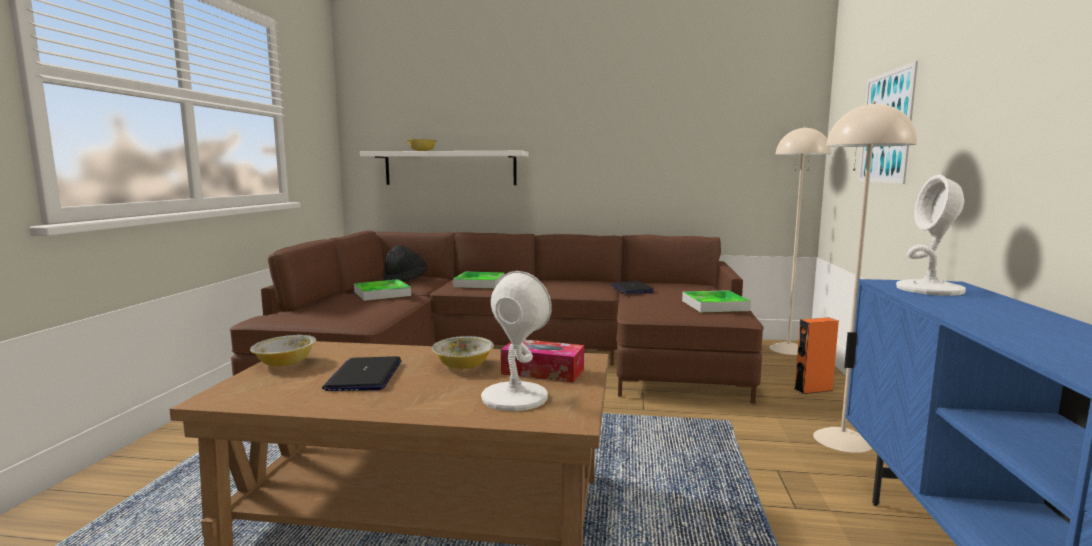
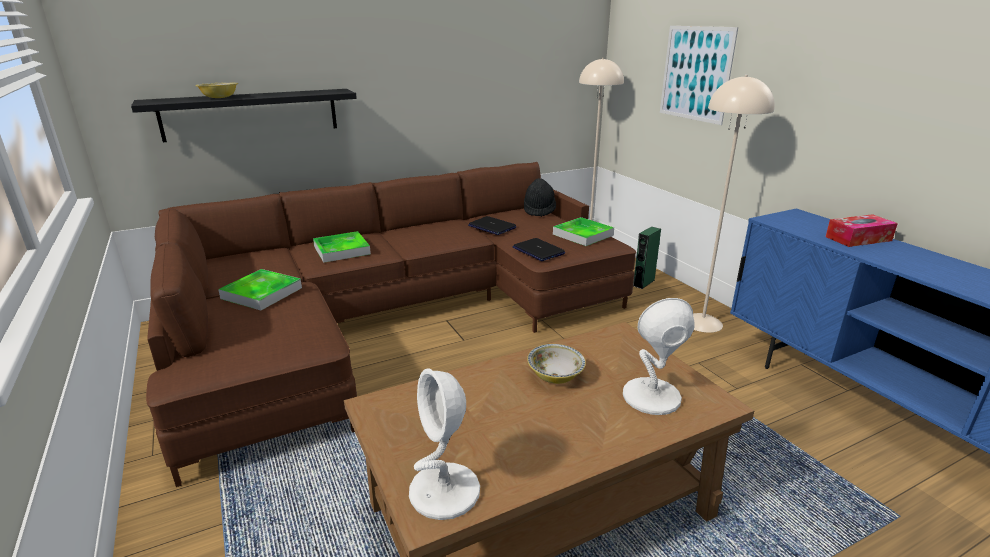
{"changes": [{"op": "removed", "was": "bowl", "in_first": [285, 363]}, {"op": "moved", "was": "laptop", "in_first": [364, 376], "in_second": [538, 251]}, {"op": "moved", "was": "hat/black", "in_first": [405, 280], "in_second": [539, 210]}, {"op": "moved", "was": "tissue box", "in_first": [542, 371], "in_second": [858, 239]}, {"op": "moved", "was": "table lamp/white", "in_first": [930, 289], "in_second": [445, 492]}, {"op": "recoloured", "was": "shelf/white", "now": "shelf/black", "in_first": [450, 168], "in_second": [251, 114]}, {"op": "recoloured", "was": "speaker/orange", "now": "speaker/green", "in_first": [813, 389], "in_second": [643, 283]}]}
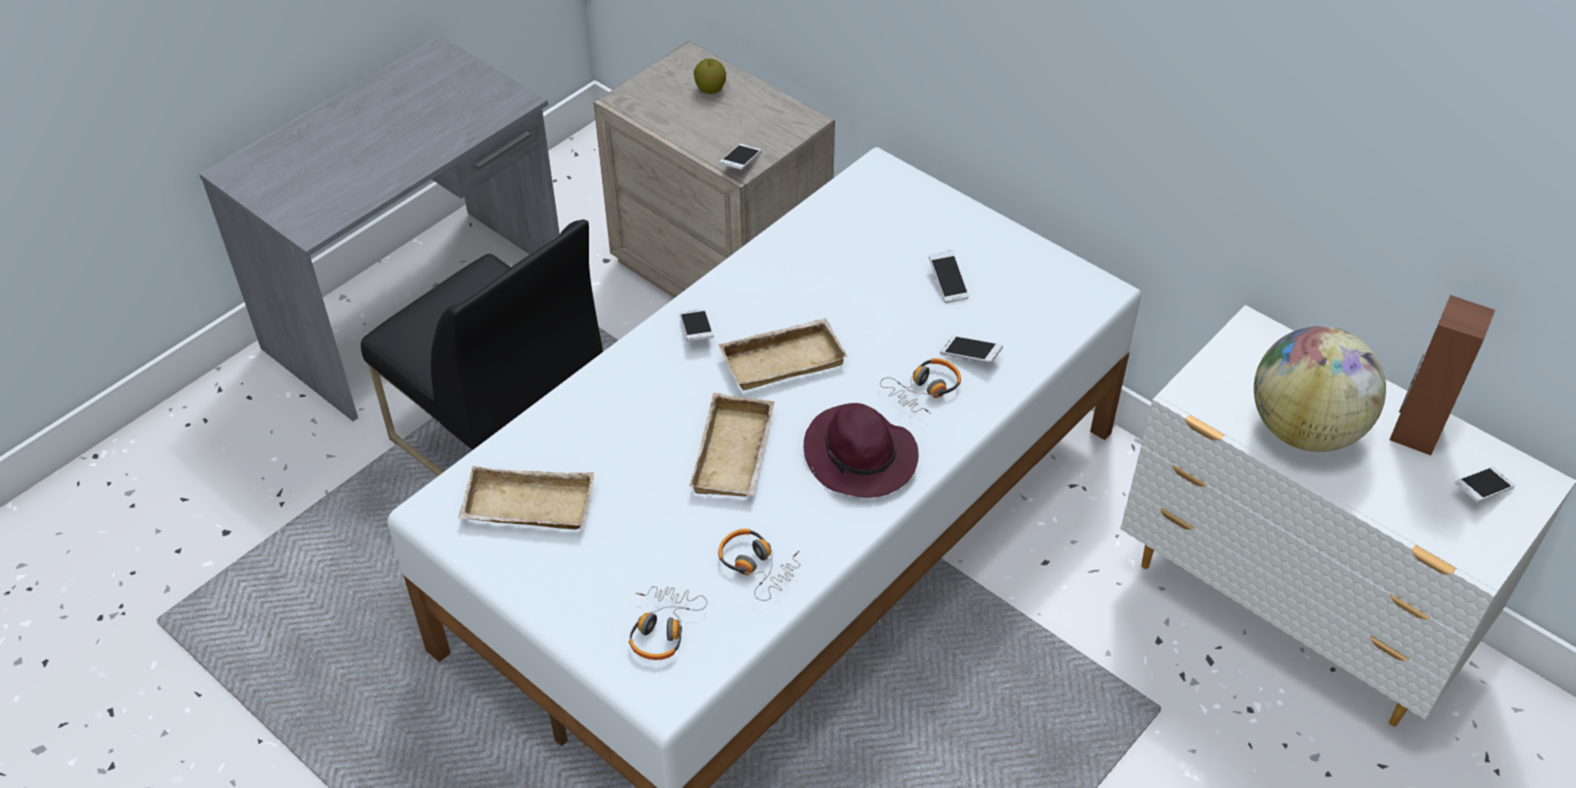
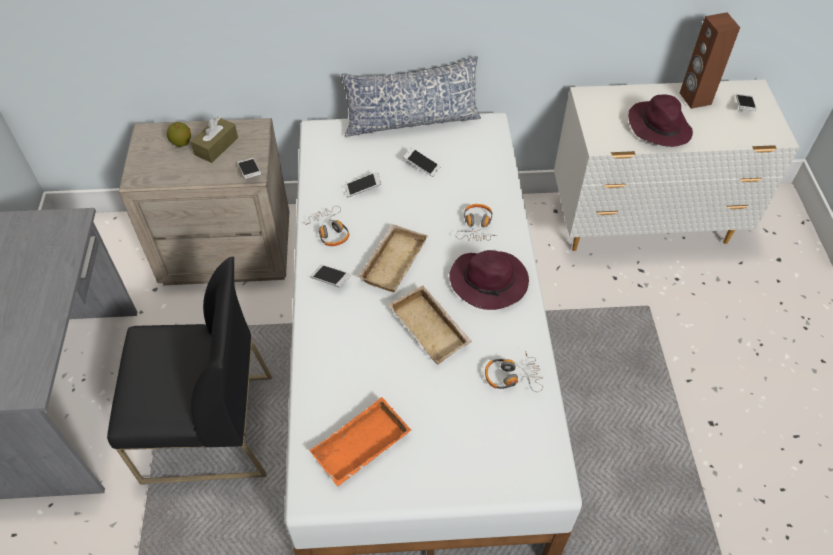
{"changes": [{"op": "added", "now": "tissue box/brown", "in_second": [216, 146]}, {"op": "added", "now": "pillow", "in_second": [411, 121]}, {"op": "moved", "was": "headphones", "in_first": [662, 628], "in_second": [330, 231]}, {"op": "moved", "was": "phone", "in_first": [970, 355], "in_second": [362, 188]}, {"op": "replaced", "was": "globe", "now": "hat/purple", "in_first": [1304, 429], "in_second": [658, 126]}, {"op": "recoloured", "was": "tray/beige", "now": "tray/orange", "in_first": [526, 508], "in_second": [361, 448]}]}
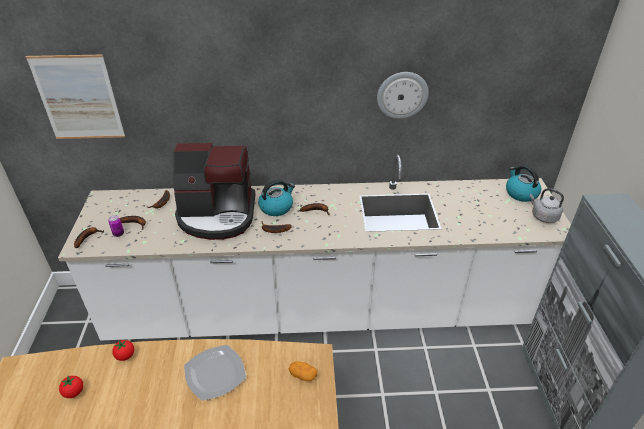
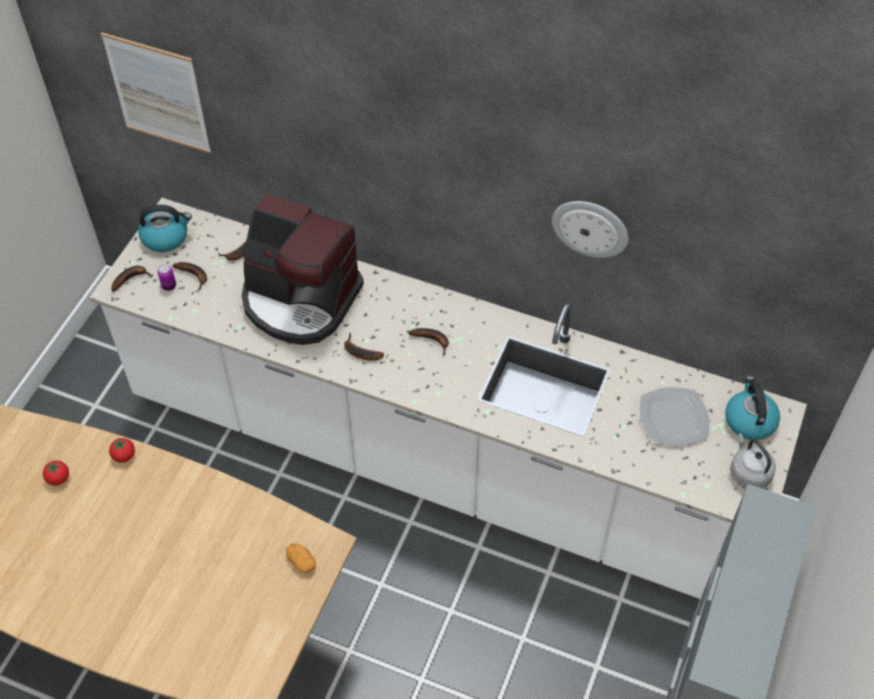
{"changes": [{"op": "moved", "was": "plate", "in_first": [215, 374], "in_second": [673, 418]}, {"op": "moved", "was": "kettle", "in_first": [276, 207], "in_second": [166, 237]}]}
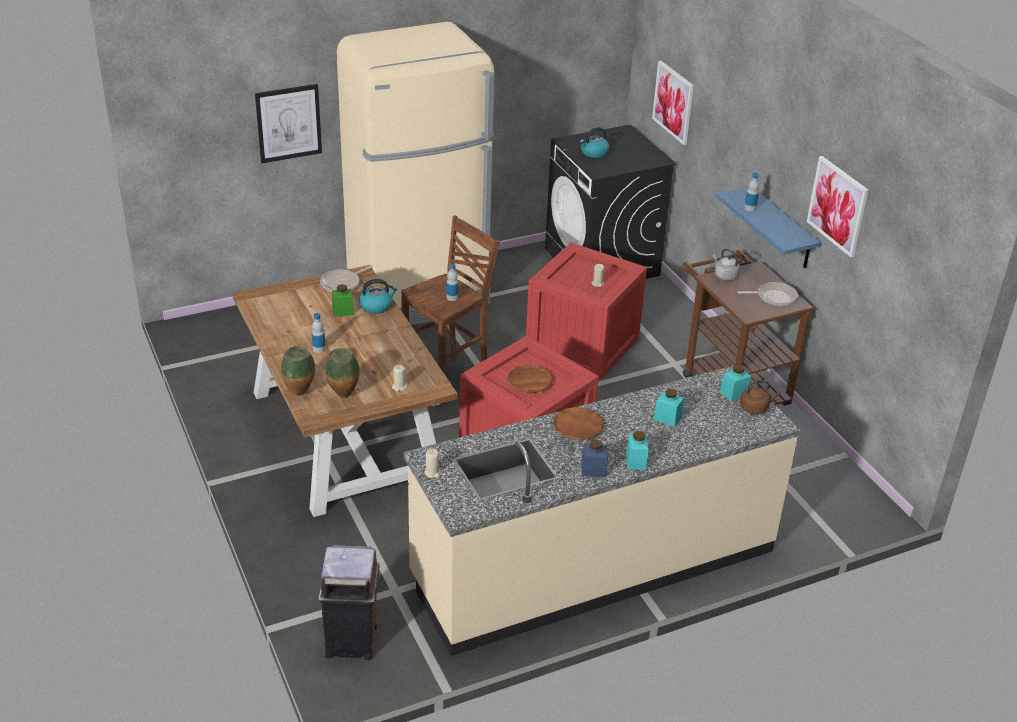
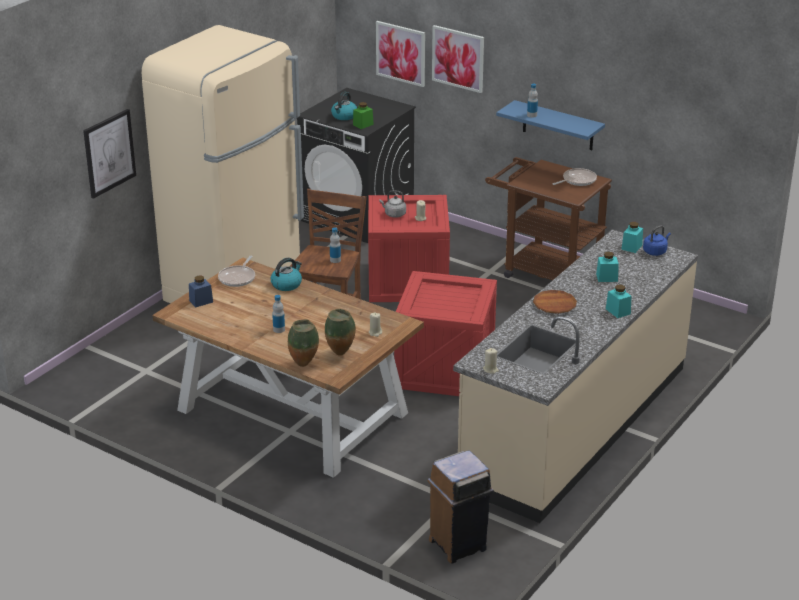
{"changes": [{"op": "removed", "was": "plate/brown", "in_first": [529, 382]}, {"op": "moved", "was": "jar/green", "in_first": [343, 311], "in_second": [363, 124]}, {"op": "moved", "was": "jar/blue", "in_first": [593, 470], "in_second": [201, 301]}, {"op": "moved", "was": "kettle/grey", "in_first": [724, 276], "in_second": [394, 214]}, {"op": "moved", "was": "picture", "in_first": [838, 206], "in_second": [458, 58]}, {"op": "recoloured", "was": "kettle/brown", "now": "kettle/blue", "in_first": [755, 408], "in_second": [655, 251]}]}
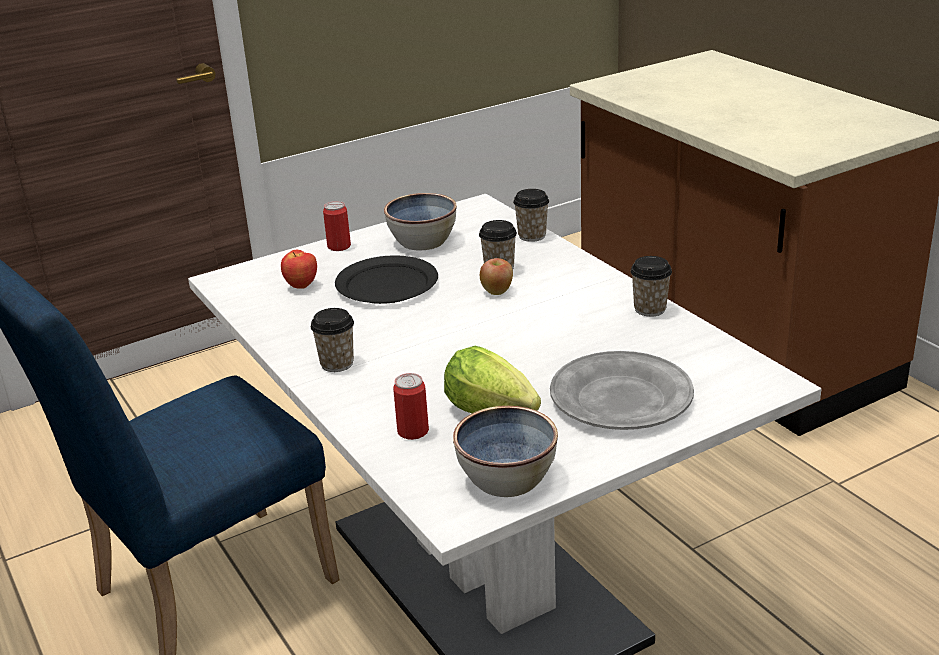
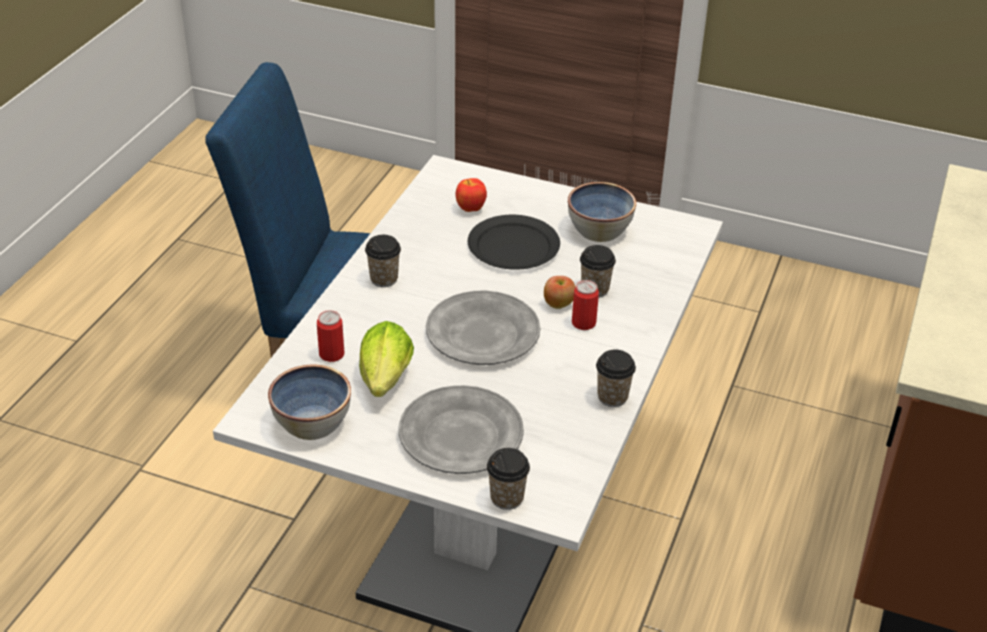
{"changes": [{"op": "added", "now": "plate/grey", "in_second": [483, 333]}, {"op": "moved", "was": "can", "in_first": [339, 246], "in_second": [583, 323]}, {"op": "moved", "was": "cup", "in_first": [532, 236], "in_second": [507, 498]}]}
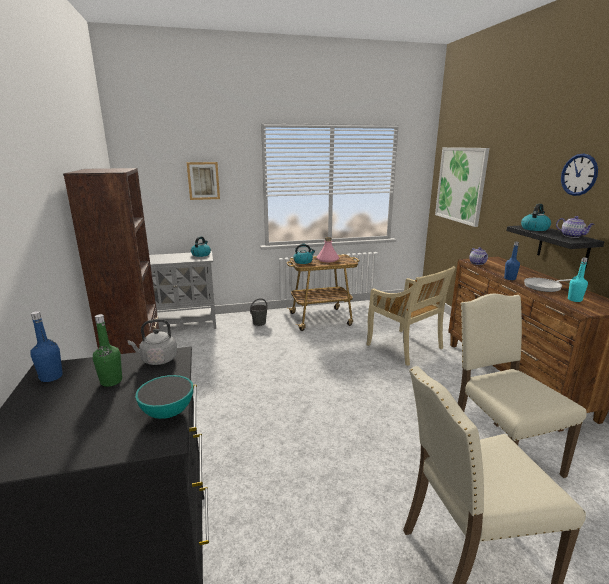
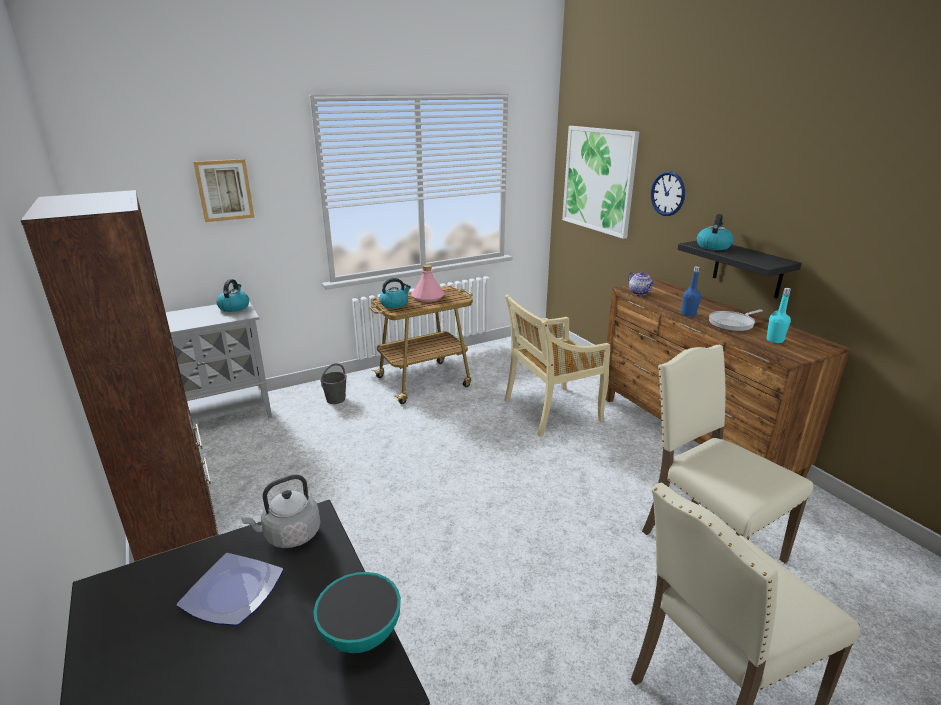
{"changes": [{"op": "removed", "was": "bottle/blue", "in_first": [51, 377]}, {"op": "removed", "was": "teapot", "in_first": [572, 236]}, {"op": "moved", "was": "wall clock", "in_first": [579, 174], "in_second": [668, 193]}, {"op": "replaced", "was": "bottle/green", "now": "plate", "in_first": [111, 381], "in_second": [235, 592]}, {"op": "turned", "was": "chair/beige", "in_first": [405, 347], "in_second": [550, 411], "clockwise": 120}]}
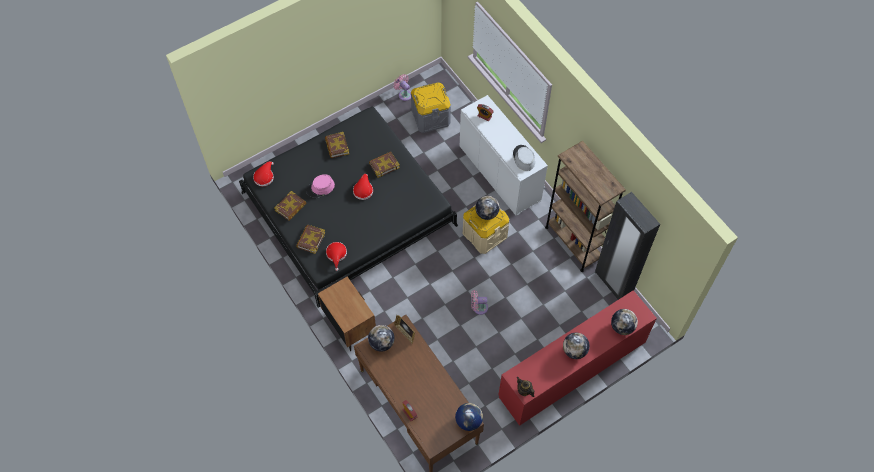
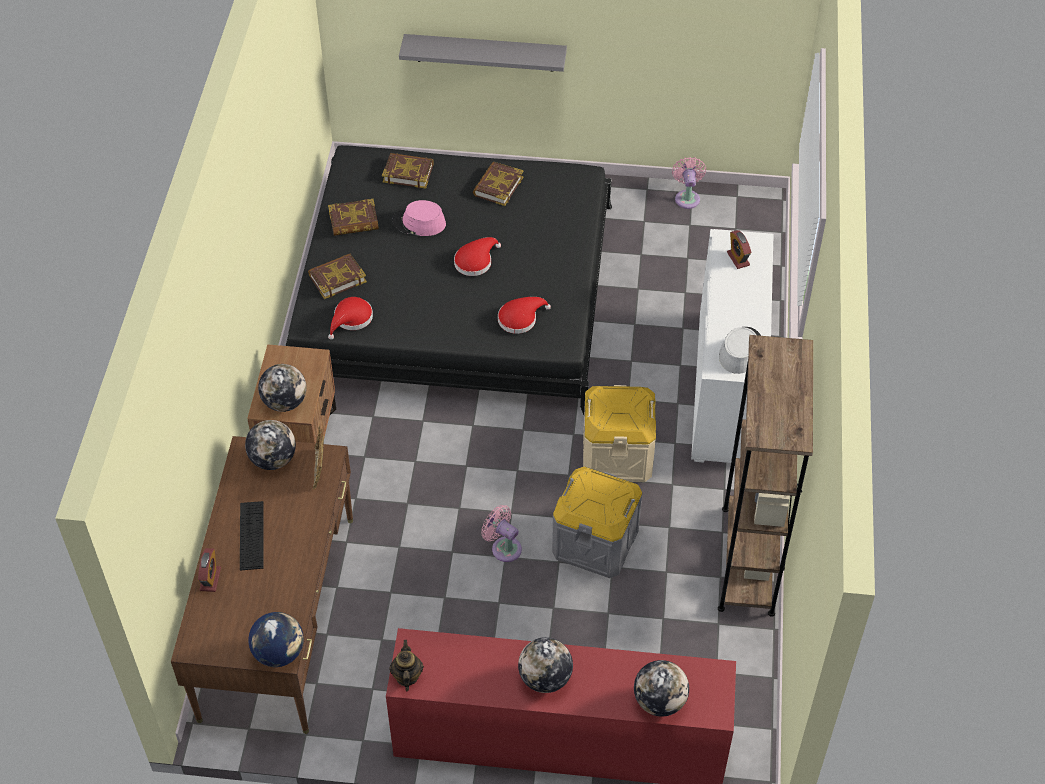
{"changes": [{"op": "removed", "was": "wardrobe/black", "in_first": [613, 283]}, {"op": "added", "now": "keyboard", "in_second": [251, 535]}, {"op": "added", "now": "shelf/grey", "in_second": [485, 52]}, {"op": "moved", "was": "hat/red", "in_first": [264, 176], "in_second": [520, 318]}, {"op": "moved", "was": "book", "in_first": [384, 165], "in_second": [408, 173]}, {"op": "moved", "was": "storage box/grey", "in_first": [430, 117], "in_second": [595, 542]}, {"op": "moved", "was": "globe", "in_first": [486, 213], "in_second": [285, 402]}]}
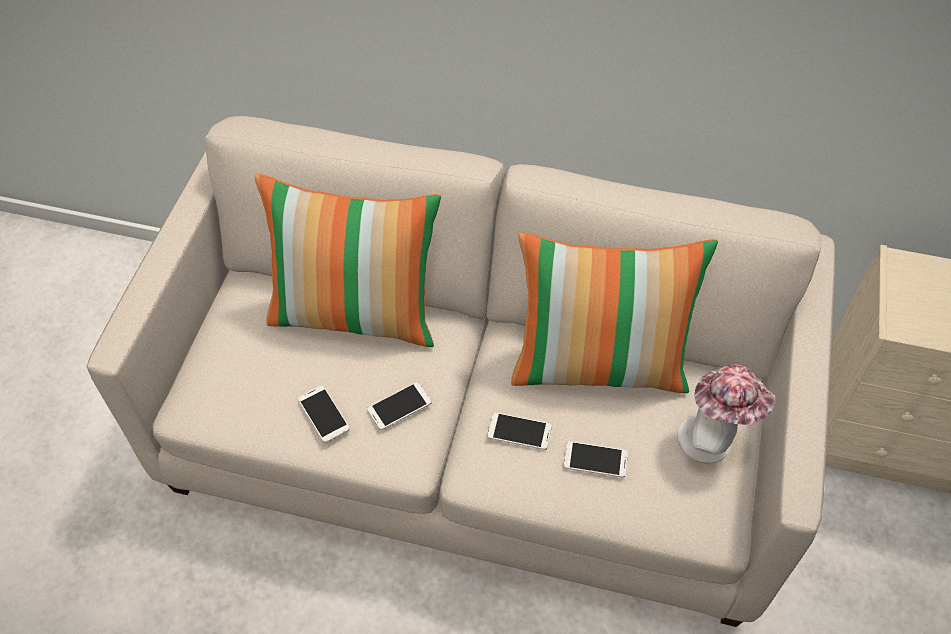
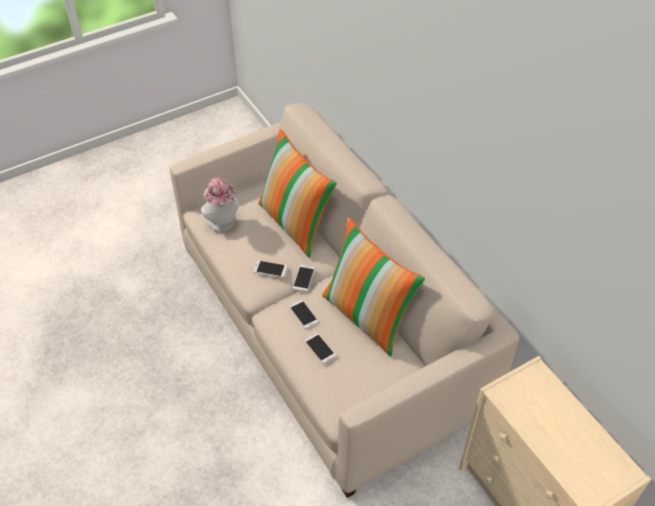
{"changes": [{"op": "moved", "was": "phone", "in_first": [323, 414], "in_second": [303, 278]}, {"op": "moved", "was": "hat", "in_first": [712, 441], "in_second": [223, 224]}]}
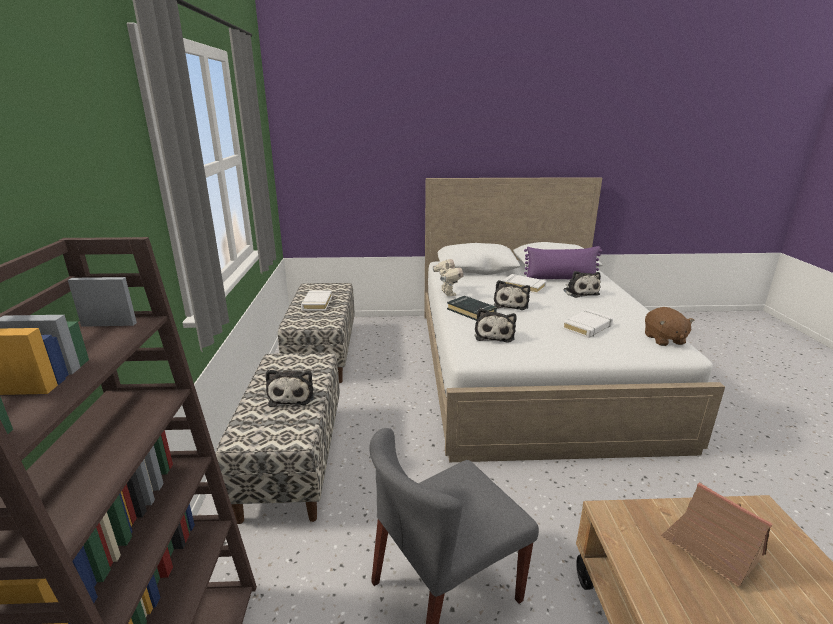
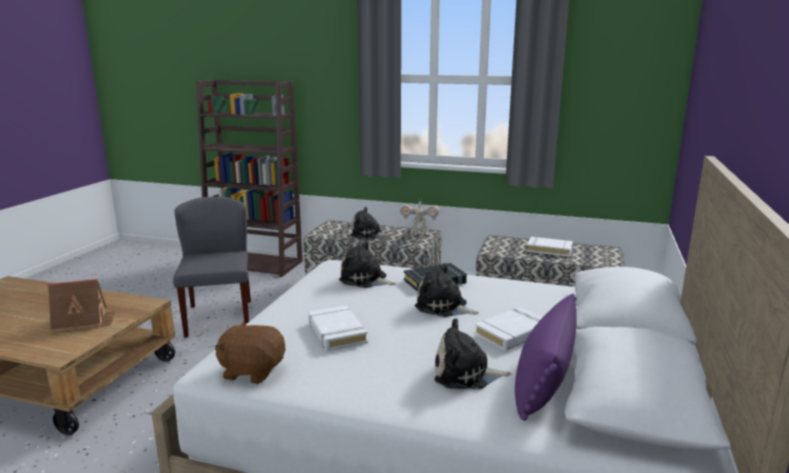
{"changes": [{"op": "moved", "was": "toy robot", "in_first": [447, 294], "in_second": [419, 234]}]}
